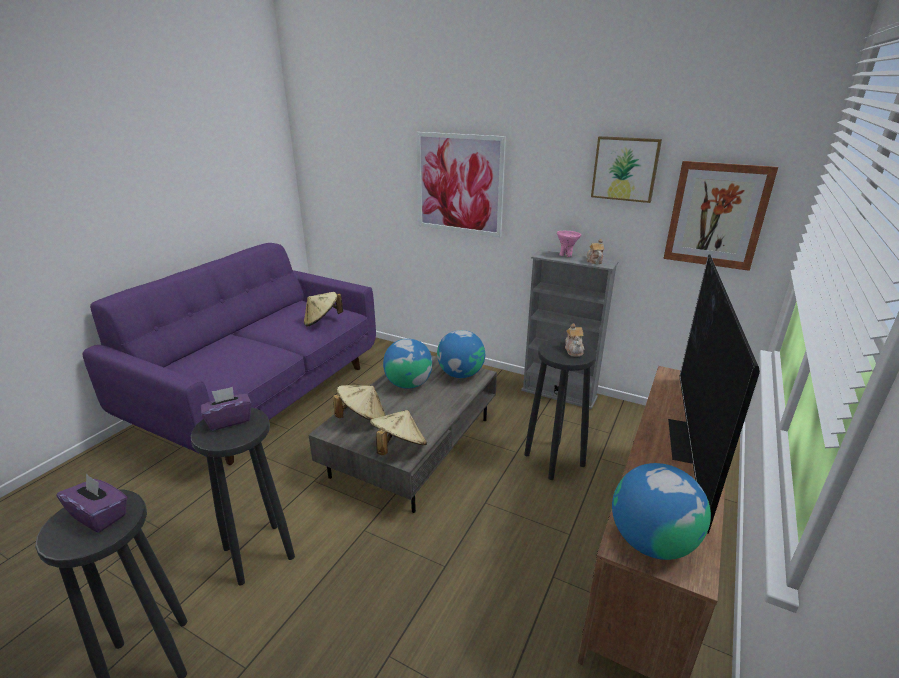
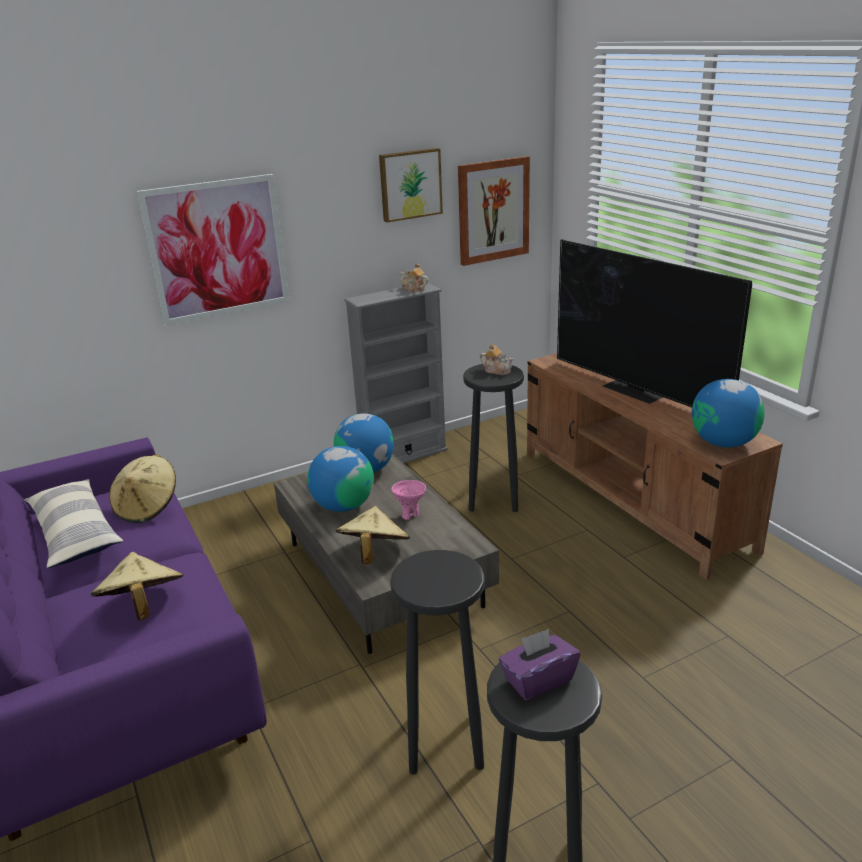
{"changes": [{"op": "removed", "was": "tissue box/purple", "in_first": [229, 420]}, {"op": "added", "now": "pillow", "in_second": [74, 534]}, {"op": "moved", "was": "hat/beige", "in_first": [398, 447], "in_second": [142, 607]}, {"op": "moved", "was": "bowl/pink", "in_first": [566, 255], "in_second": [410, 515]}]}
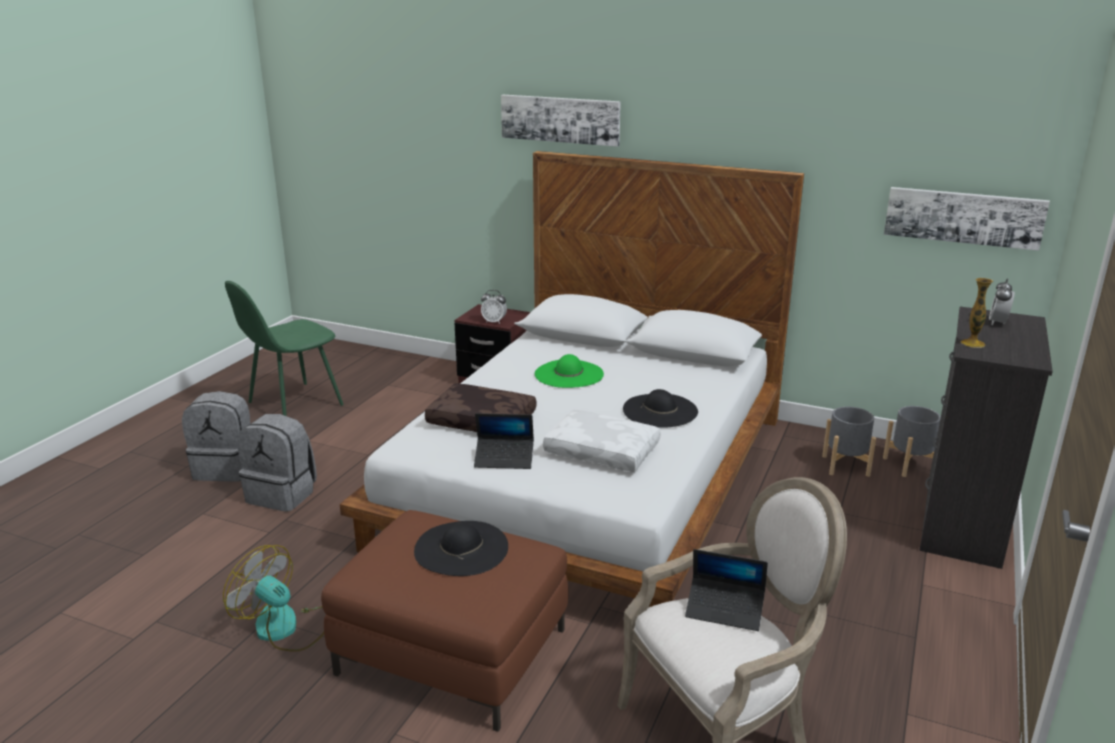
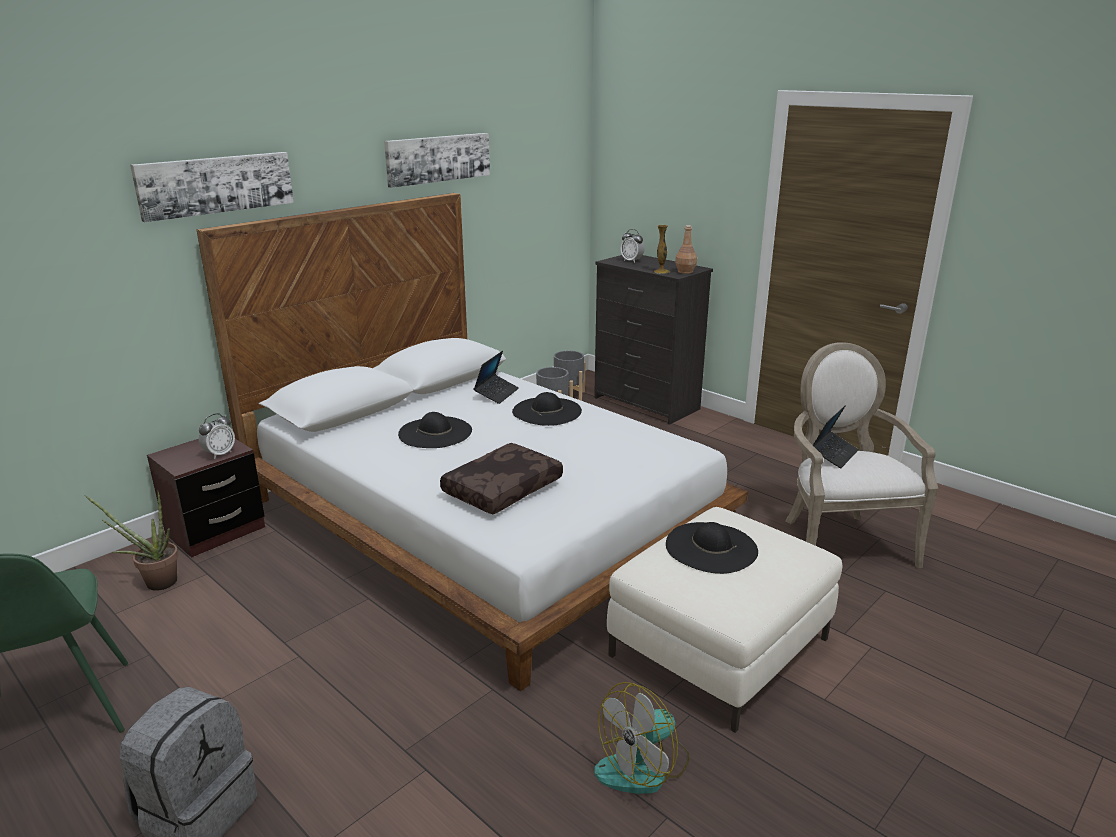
{"changes": [{"op": "removed", "was": "backpack/grey", "in_first": [283, 494]}, {"op": "removed", "was": "pillow/white", "in_first": [603, 451]}, {"op": "added", "now": "potted plant", "in_second": [155, 583]}, {"op": "added", "now": "bottle/brown", "in_second": [685, 271]}, {"op": "moved", "was": "laptop", "in_first": [504, 459], "in_second": [496, 393]}, {"op": "moved", "was": "picture", "in_first": [963, 217], "in_second": [438, 158]}, {"op": "recoloured", "was": "ottoman/brown", "now": "ottoman/white", "in_first": [453, 652], "in_second": [720, 647]}, {"op": "recoloured", "was": "hat/green", "now": "hat/black", "in_first": [569, 374], "in_second": [435, 432]}]}
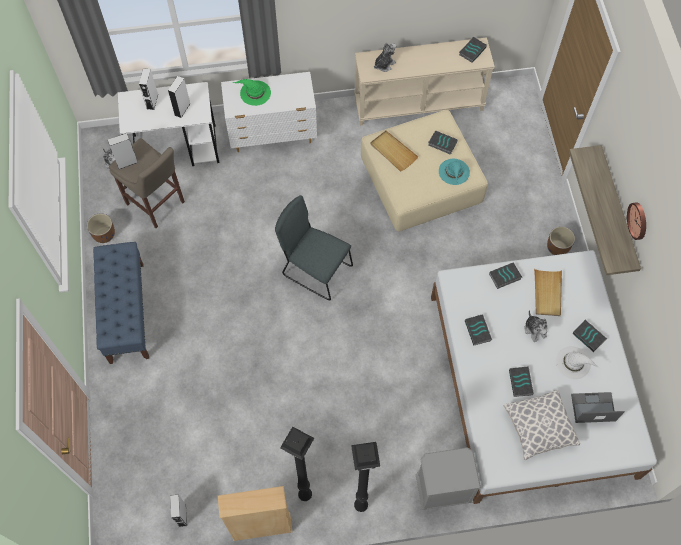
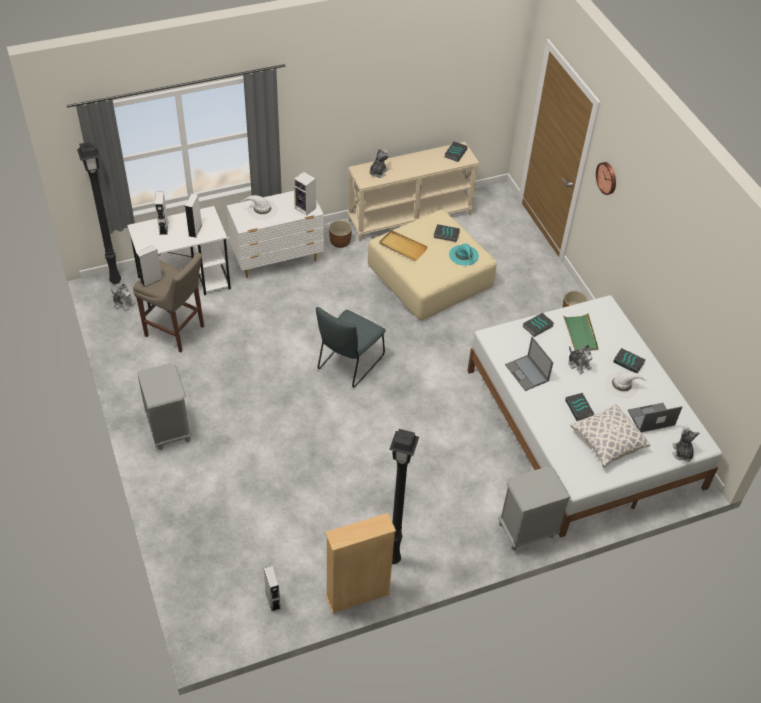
{"changes": [{"op": "removed", "was": "shelf", "in_first": [617, 211]}, {"op": "added", "now": "speaker", "in_second": [306, 208]}, {"op": "added", "now": "plush toy", "in_second": [682, 453]}, {"op": "moved", "was": "planter/brown", "in_first": [104, 234], "in_second": [340, 242]}, {"op": "moved", "was": "floor lamp/black", "in_first": [362, 506], "in_second": [116, 281]}, {"op": "moved", "was": "wall clock", "in_first": [638, 220], "in_second": [607, 178]}, {"op": "replaced", "was": "bench/blue", "now": "nightstand/grey", "in_first": [126, 312], "in_second": [169, 429]}, {"op": "replaced", "was": "book", "now": "laptop", "in_first": [478, 331], "in_second": [527, 373]}, {"op": "recoloured", "was": "hat/green", "now": "hat/white", "in_first": [254, 93], "in_second": [262, 210]}, {"op": "recoloured", "was": "tray/beige", "now": "tray/green", "in_first": [547, 293], "in_second": [580, 334]}, {"op": "turned", "was": "chair/grey", "in_first": [314, 269], "in_second": [349, 364], "clockwise": -75}]}
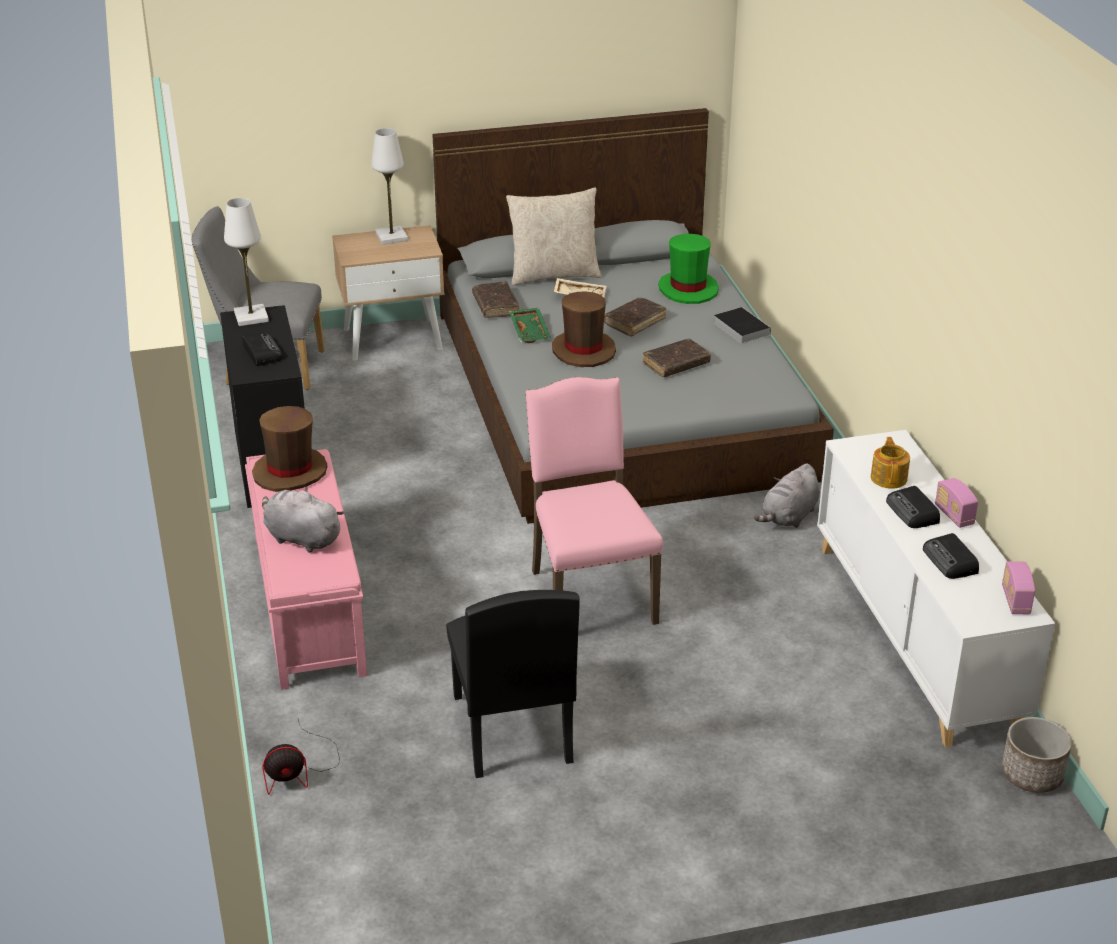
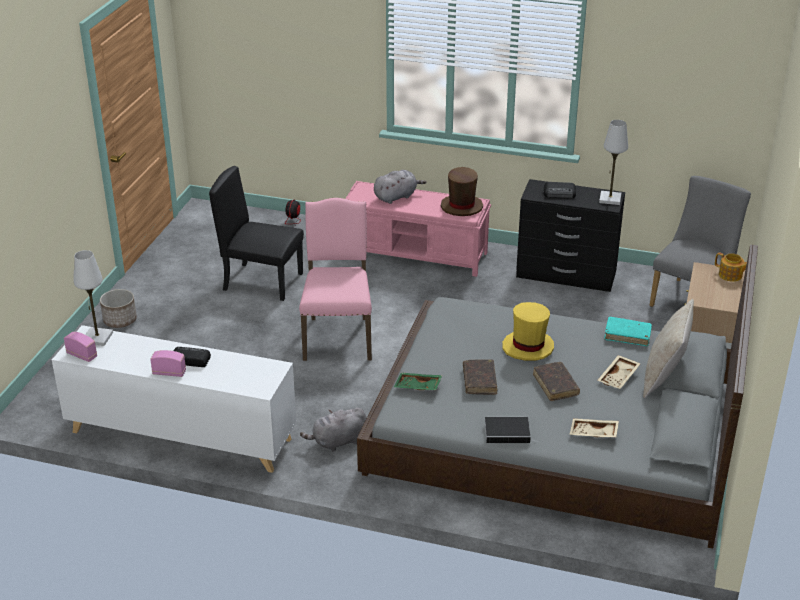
{"changes": [{"op": "removed", "was": "radio", "in_first": [950, 561]}, {"op": "moved", "was": "table lamp/white", "in_first": [392, 237], "in_second": [97, 338]}, {"op": "moved", "was": "tray/green", "in_first": [530, 331], "in_second": [417, 387]}, {"op": "moved", "was": "teapot", "in_first": [889, 478], "in_second": [730, 275]}, {"op": "moved", "was": "planter", "in_first": [1031, 774], "in_second": [120, 320]}, {"op": "replaced", "was": "hat/green", "now": "tray/beige", "in_first": [688, 289], "in_second": [593, 434]}, {"op": "recoloured", "was": "book/brown", "now": "book/turquoise", "in_first": [495, 306], "in_second": [627, 335]}, {"op": "recoloured", "was": "hat/brown", "now": "hat/yellow", "in_first": [584, 350], "in_second": [528, 347]}, {"op": "turned", "was": "chair/pink", "in_first": [589, 595], "in_second": [338, 337], "clockwise": -105}, {"op": "turned", "was": "plush toy/grey", "in_first": [789, 516], "in_second": [337, 442], "clockwise": -90}]}
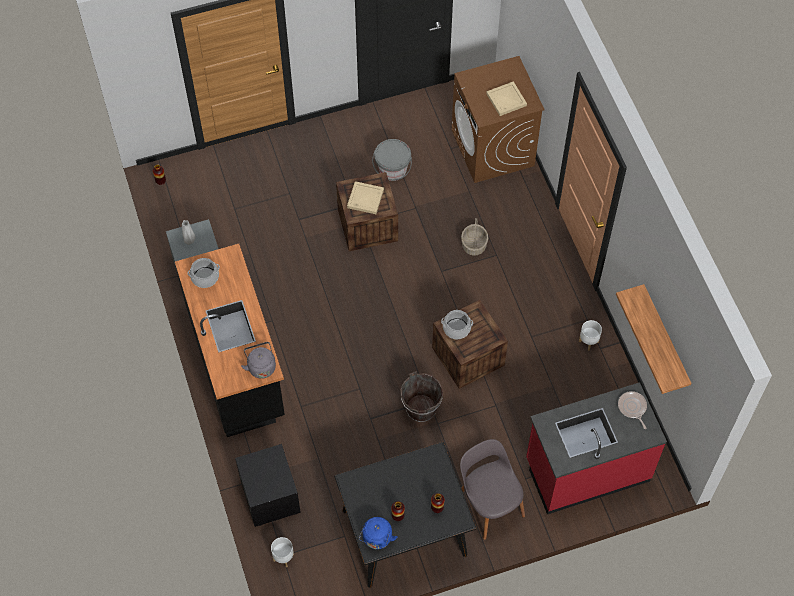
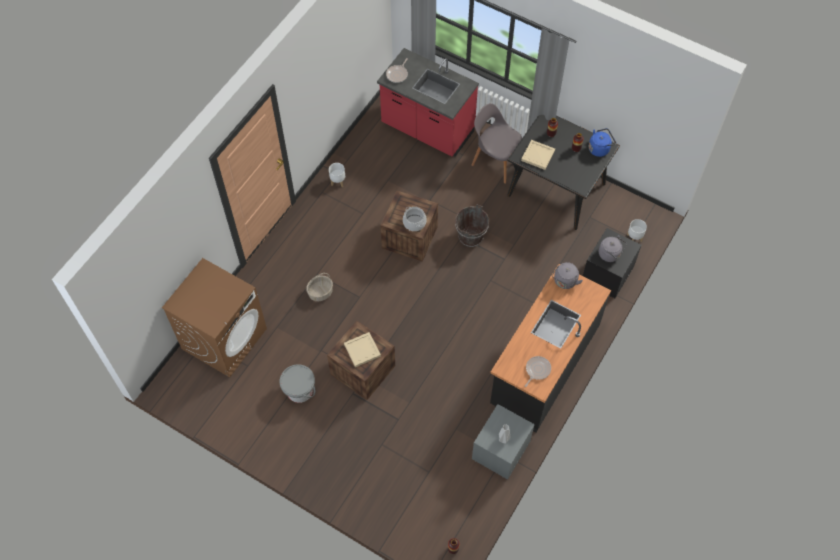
{"changes": [{"op": "removed", "was": "shelf", "in_first": [665, 339]}, {"op": "added", "now": "kettle/grey", "in_second": [610, 254]}, {"op": "moved", "was": "tray/beige", "in_first": [506, 99], "in_second": [537, 156]}, {"op": "replaced", "was": "cooking pot", "now": "frying pan", "in_first": [205, 277], "in_second": [537, 370]}, {"op": "turned", "was": "chair/grey", "in_first": [489, 504], "in_second": [496, 161], "clockwise": 105}]}
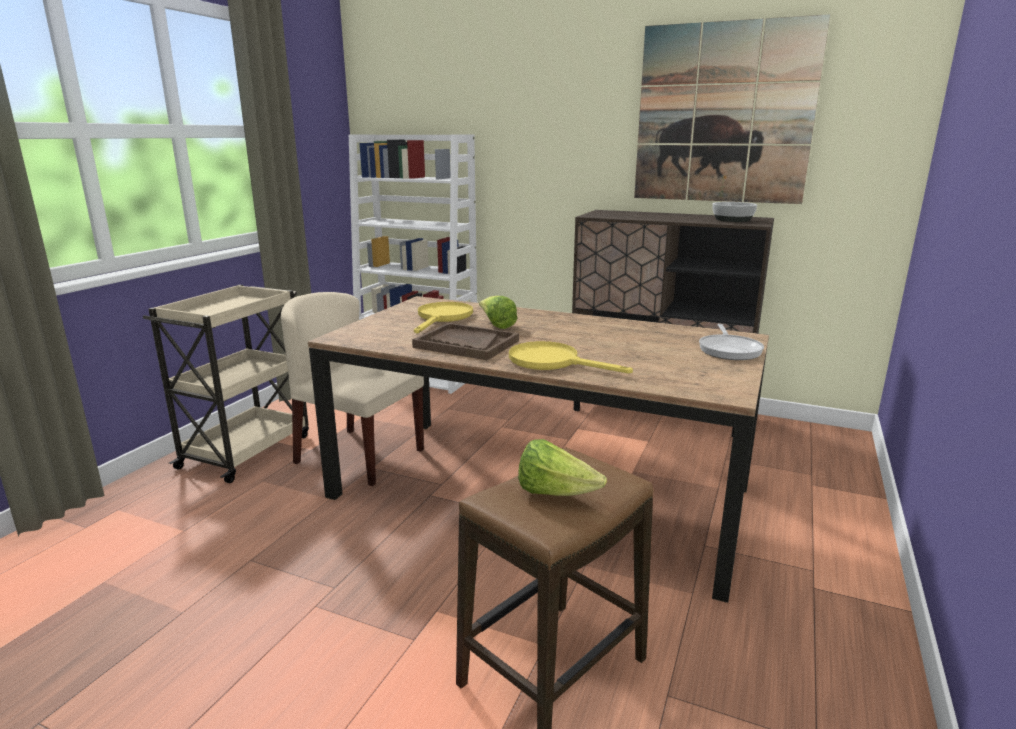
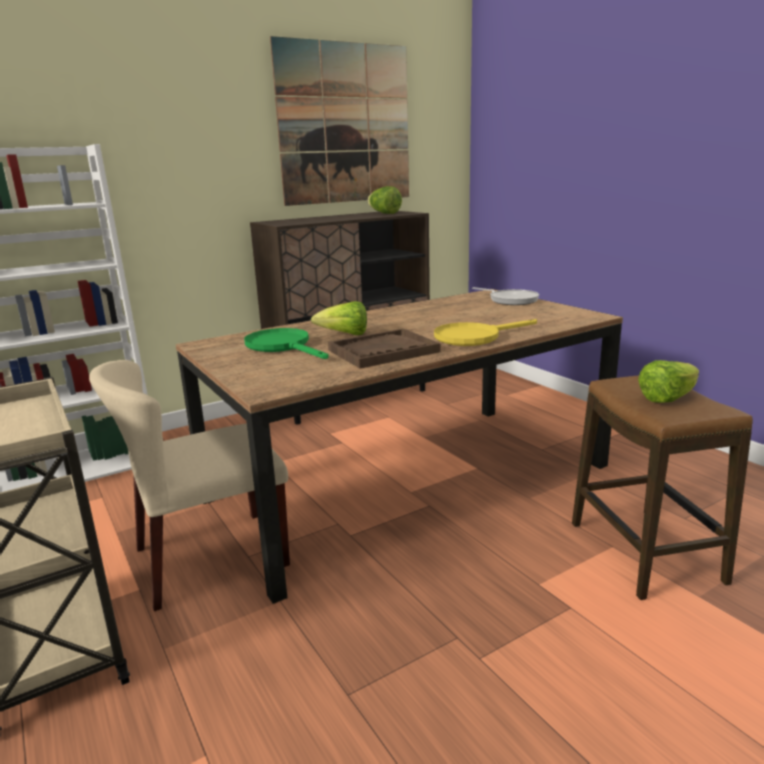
{"changes": [{"op": "replaced", "was": "bowl", "now": "lettuce", "in_first": [732, 219], "in_second": [384, 213]}, {"op": "recoloured", "was": "frying pan/yellow", "now": "frying pan/green", "in_first": [442, 318], "in_second": [283, 346]}]}
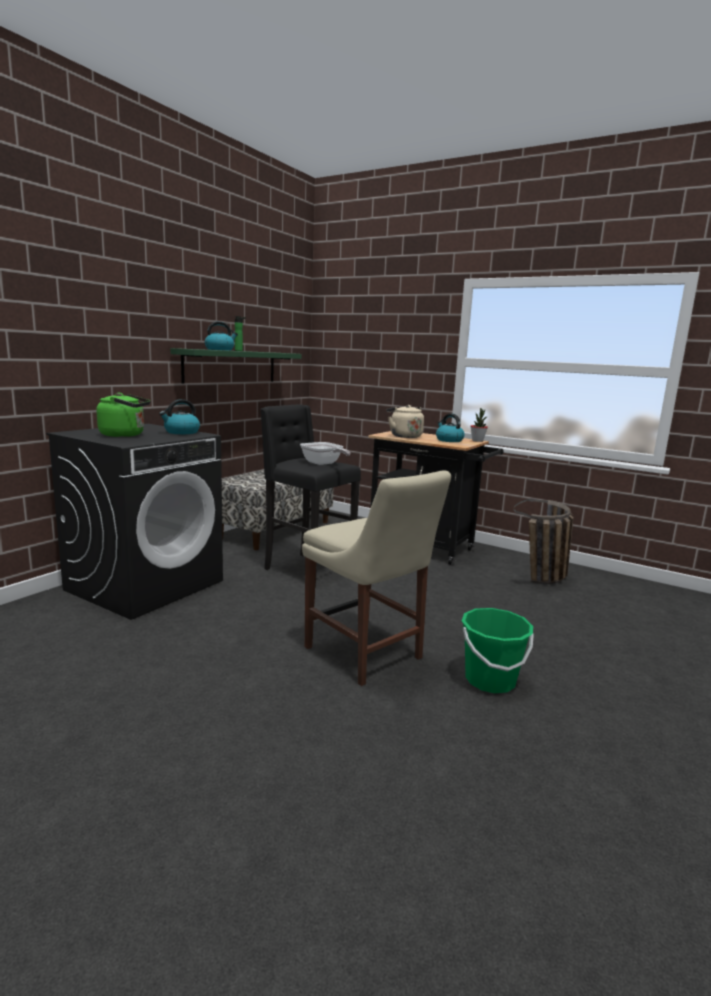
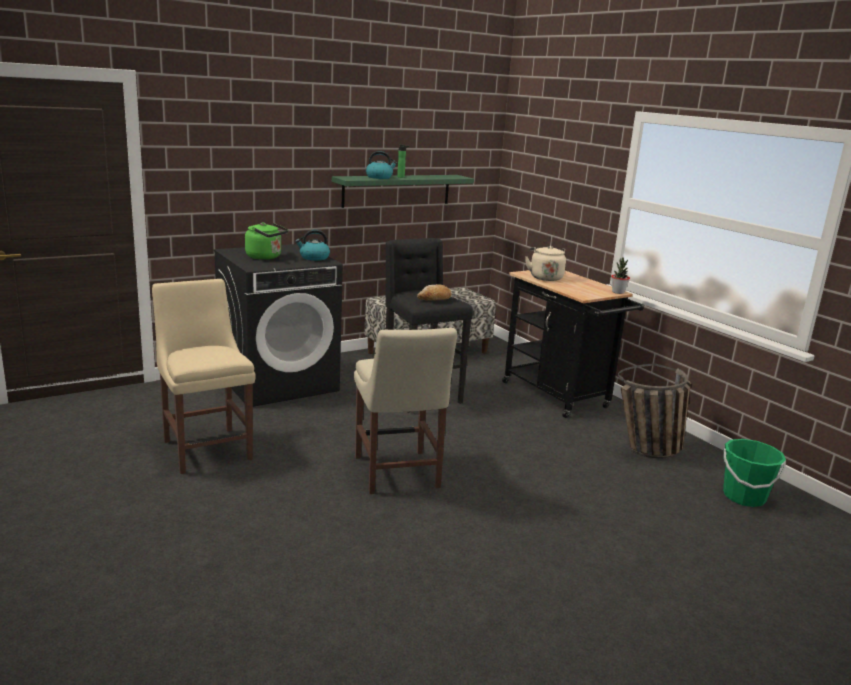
{"changes": [{"op": "removed", "was": "kettle", "in_first": [448, 440]}, {"op": "added", "now": "chair/beige", "in_second": [206, 447]}, {"op": "moved", "was": "bucket/green", "in_first": [490, 680], "in_second": [744, 497]}, {"op": "replaced", "was": "frying pan", "now": "bread", "in_first": [323, 464], "in_second": [434, 299]}]}
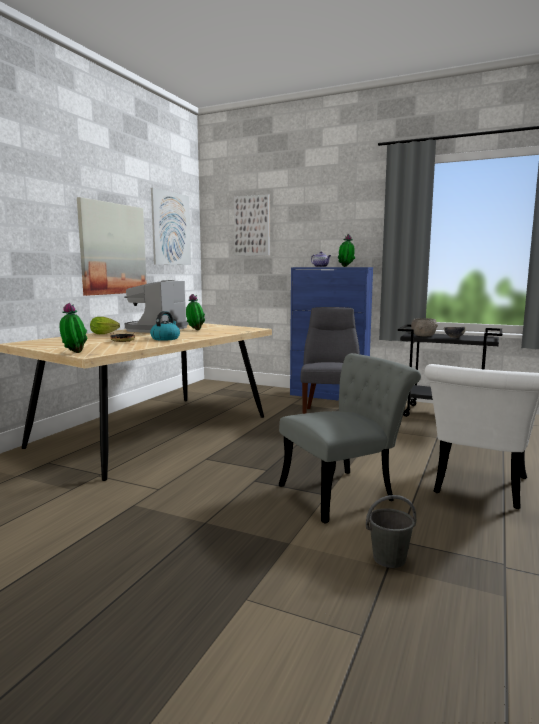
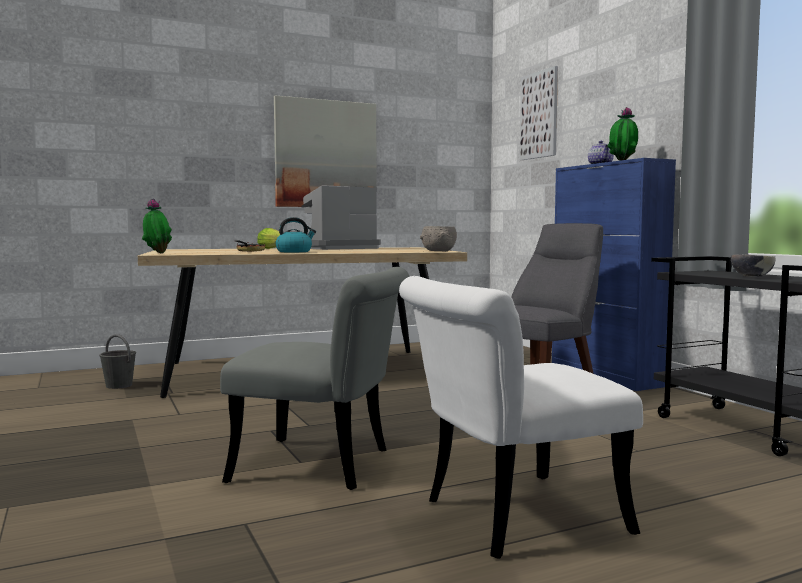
{"changes": [{"op": "removed", "was": "picture", "in_first": [171, 229]}, {"op": "removed", "was": "potted plant", "in_first": [195, 330]}, {"op": "moved", "was": "bucket/grey", "in_first": [388, 558], "in_second": [118, 385]}, {"op": "moved", "was": "bowl/grey", "in_first": [423, 336], "in_second": [439, 251]}]}
